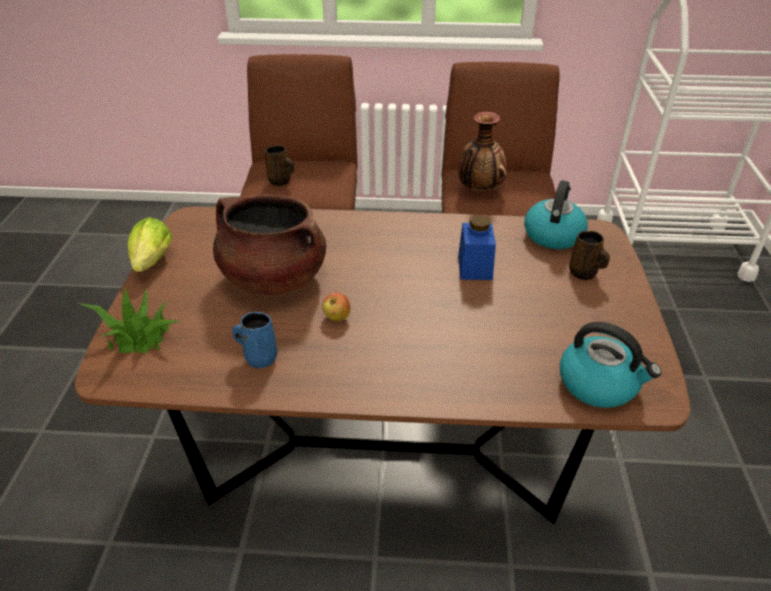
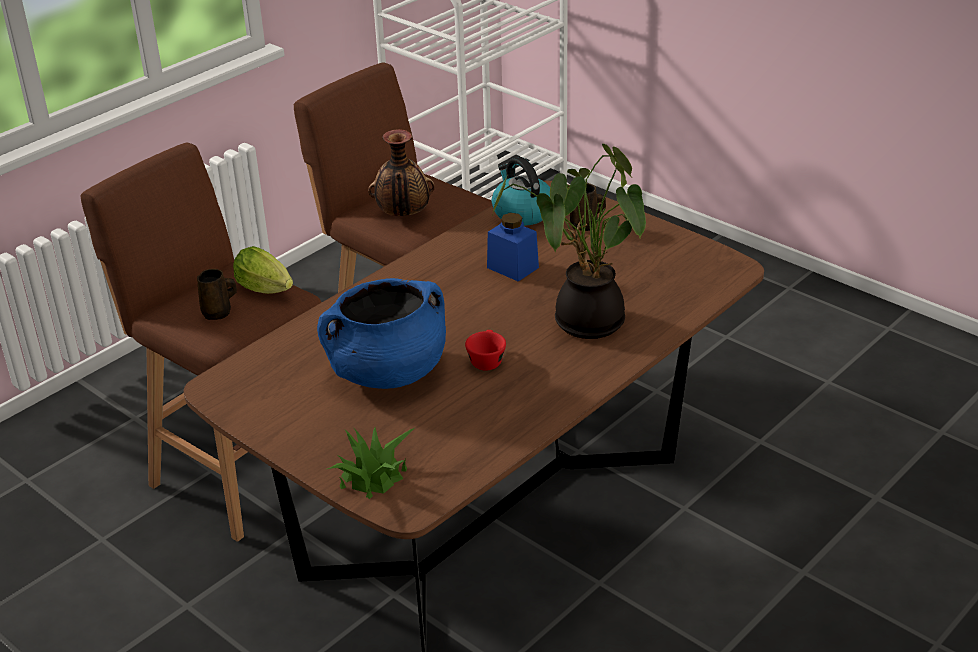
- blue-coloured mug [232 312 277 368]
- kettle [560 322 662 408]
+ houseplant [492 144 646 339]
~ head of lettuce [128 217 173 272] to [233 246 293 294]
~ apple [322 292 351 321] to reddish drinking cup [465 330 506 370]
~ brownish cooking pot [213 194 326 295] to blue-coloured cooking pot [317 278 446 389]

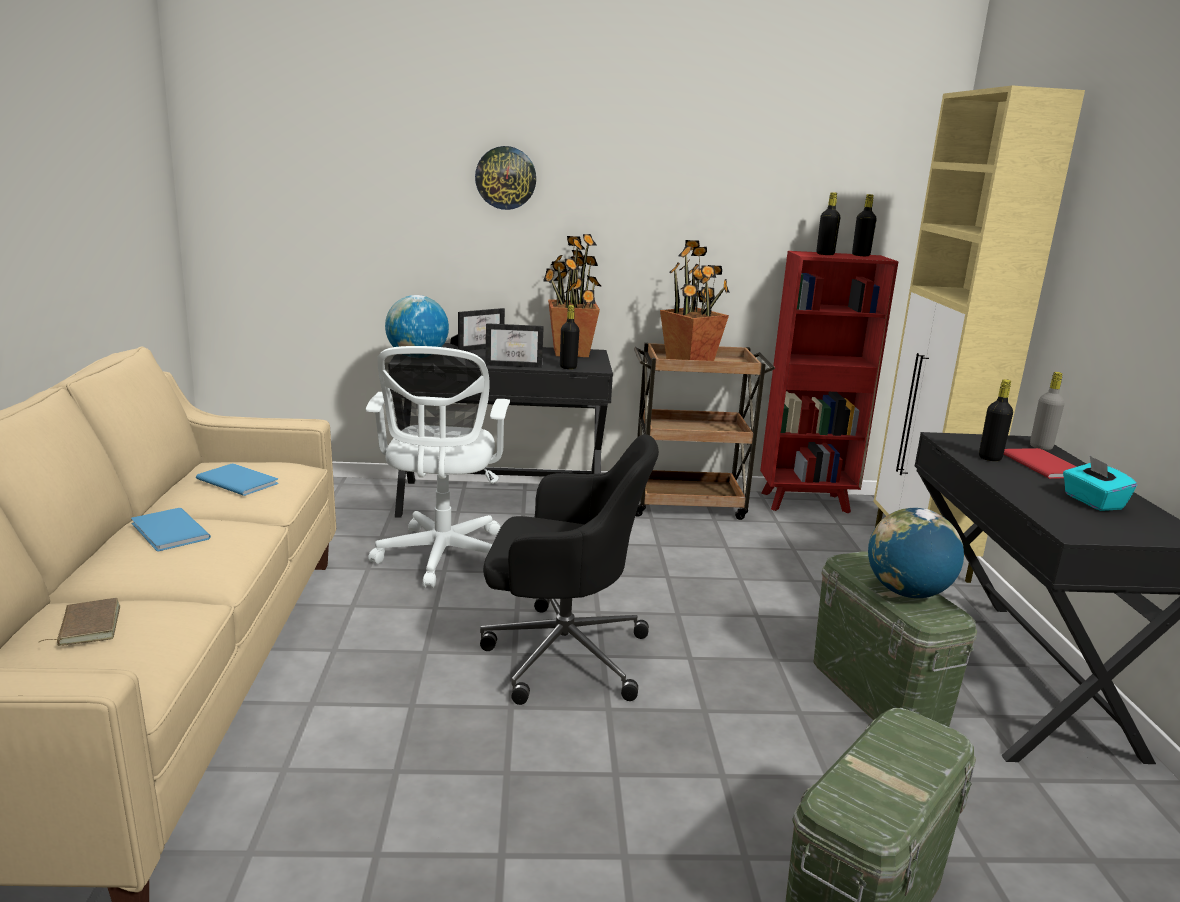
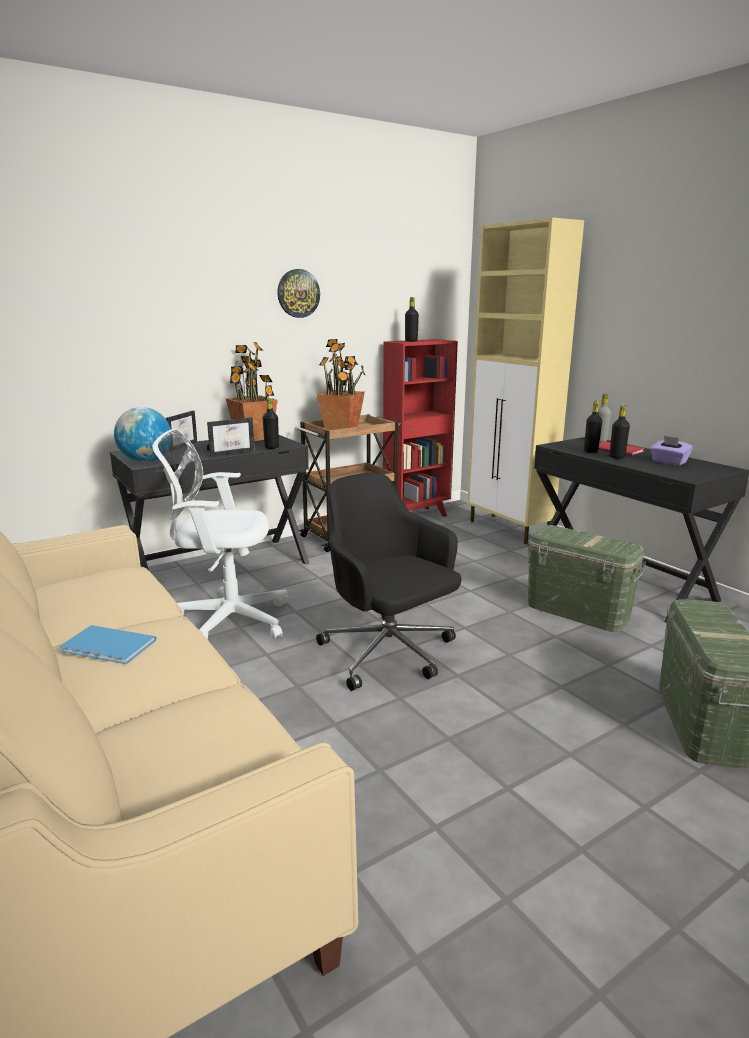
- brownish volume [38 598 120 646]
- blue-coloured volume [196 463 279 496]
- desk globe [868 508 964 598]
~ wall clock [475 146 536 210] to [277 269 320 318]
~ black-coloured beverage bottle [852 194 877 256] to [609 405 630 459]
~ turquoise-coloured tissue box [1063 456 1137 511] to purplish tissue box [650 435 693 466]
~ white-coloured computer chair [366 346 510 588] = [152 429 288 639] 120 degrees clockwise
~ black-coloured computer chair [480 434 659 705] = [316 472 461 691] 105 degrees counterclockwise

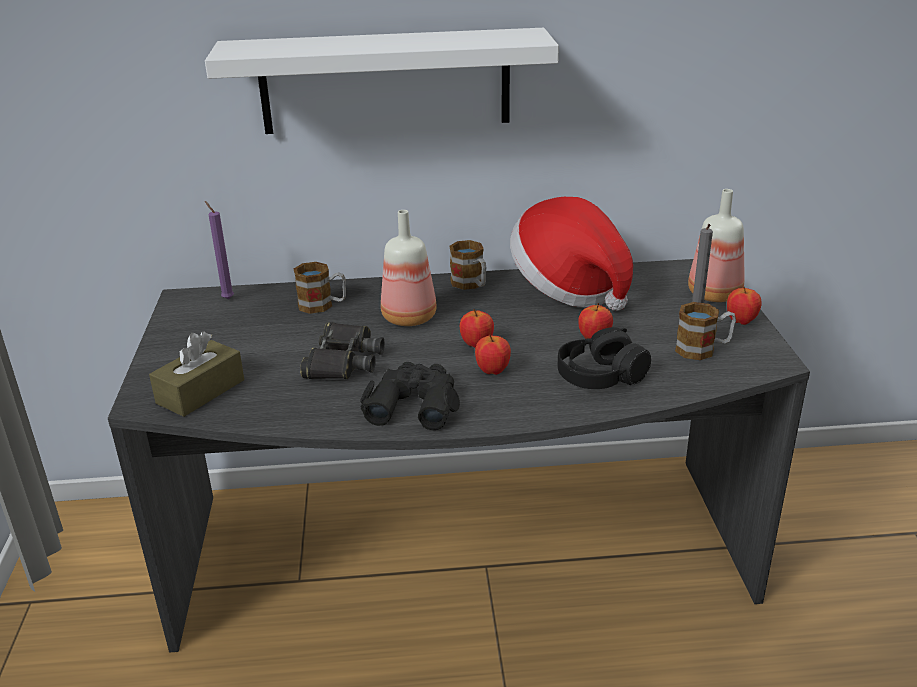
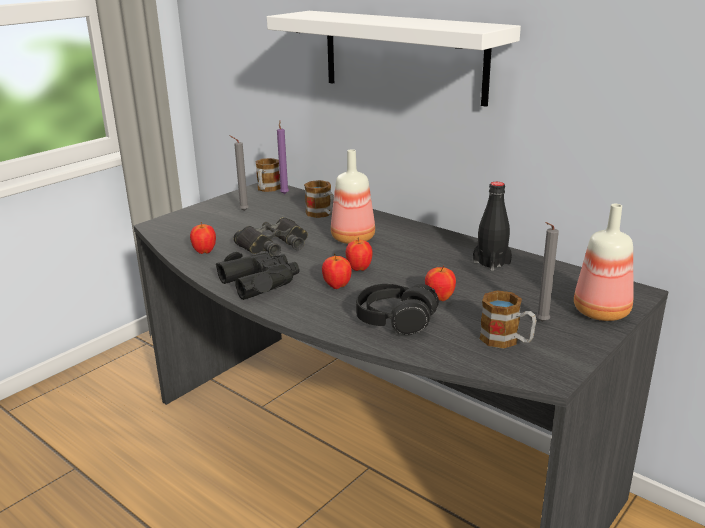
- brownish tissue box [149 331 244 417]
+ grey wax candle [229 135 249 211]
~ mug [450 240 486 290] to [256 158 281 192]
~ apple [727 286 762 325] to [190 222 216 254]
~ clothing hat [510 197 633 311] to black-coloured beverage bottle [473 182 512 271]

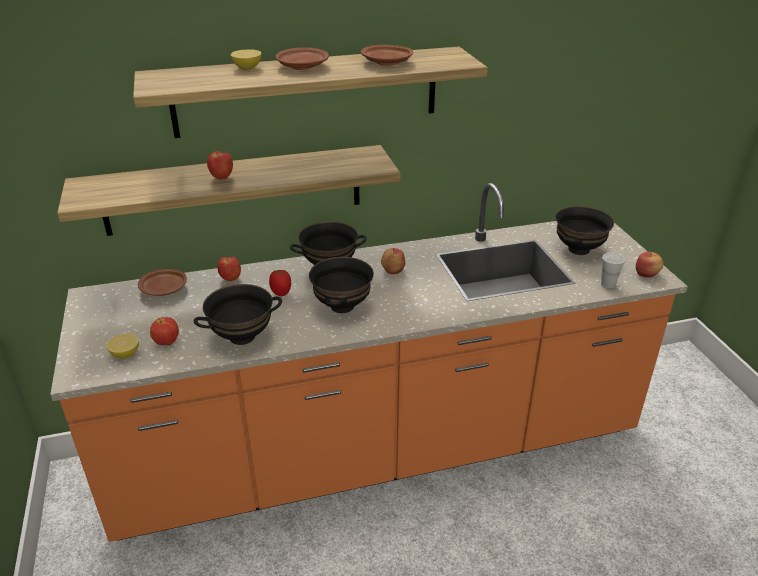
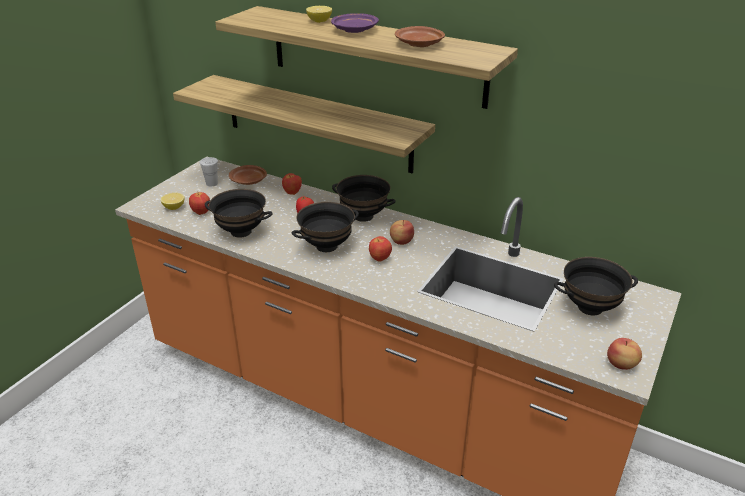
~ apple [207 151 233 180] to [369 236 392 262]
~ white-coloured drinking cup [601 253 626 288] to [199 157 218 187]
~ brownish flat dish [275 47 329 70] to purplish flat dish [331 13 379 33]

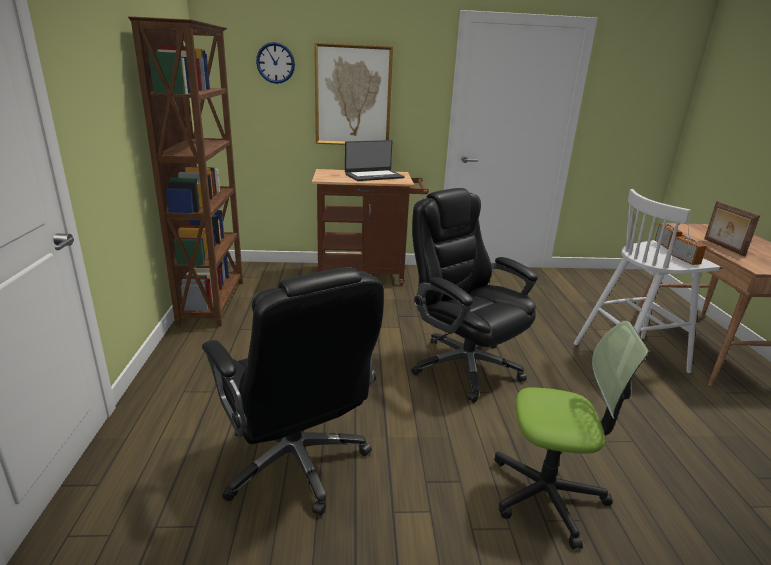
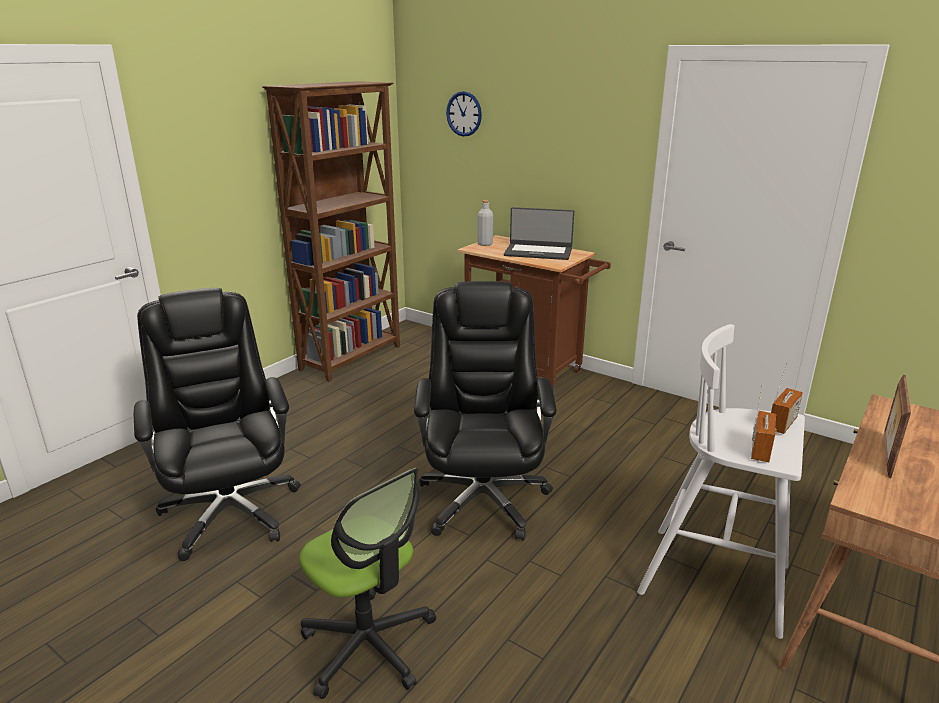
- picture [314 43 393 145]
+ grey beverage bottle [477 200 493 246]
~ black-coloured computer chair [202 267 384 516] = [134 288 301 561] 150 degrees clockwise

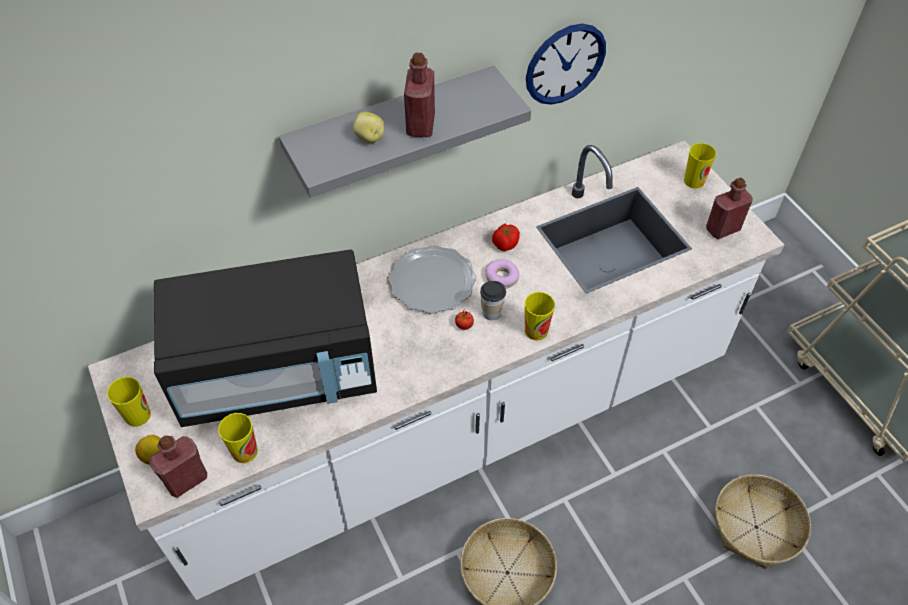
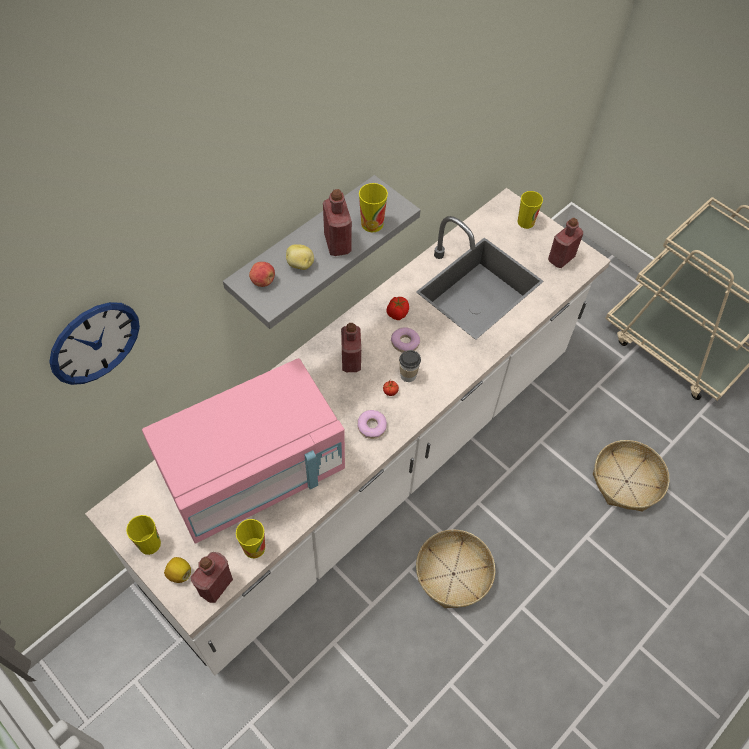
+ apple [249 262 275 287]
+ donut [357 410 387 439]
~ drinking cup [525 292 555 341] to [359 183 388 232]
~ wall clock [526 24 606 105] to [49 302 140 385]
~ flat dish [389 245 476 314] to reddish beverage bottle [341 323 361 372]
~ black-coloured microwave [154 250 377 427] to pink microwave [142 358 345 544]

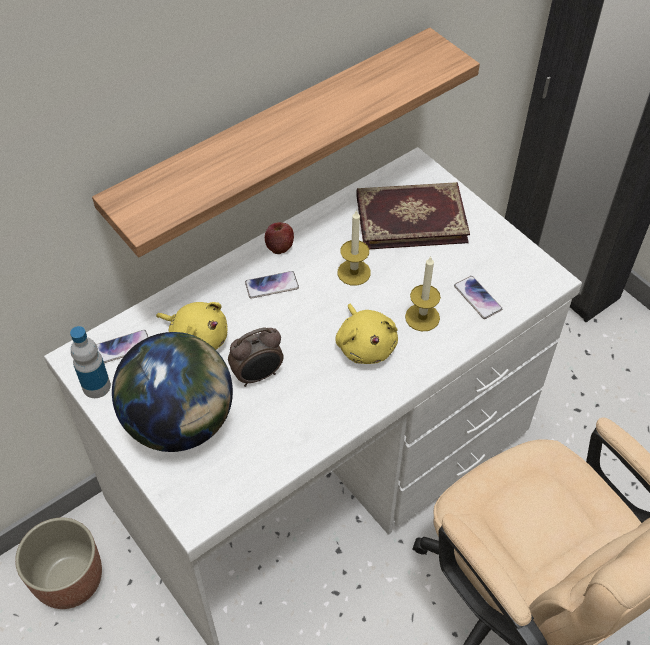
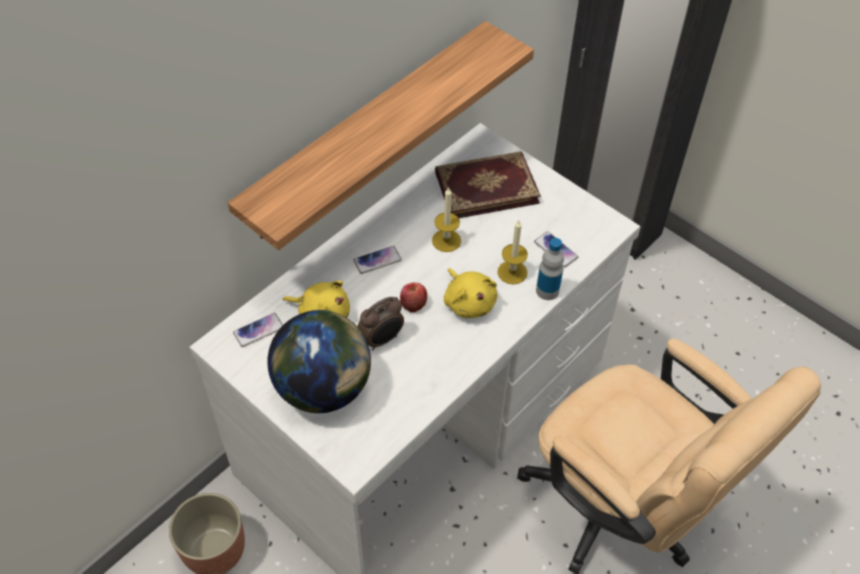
~ beverage bottle [70 326 111 398] to [536 238 564 300]
~ apple [265 222 294 254] to [400 282 427 312]

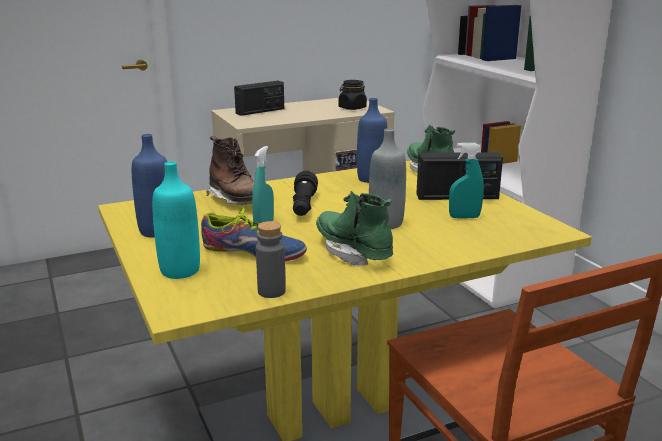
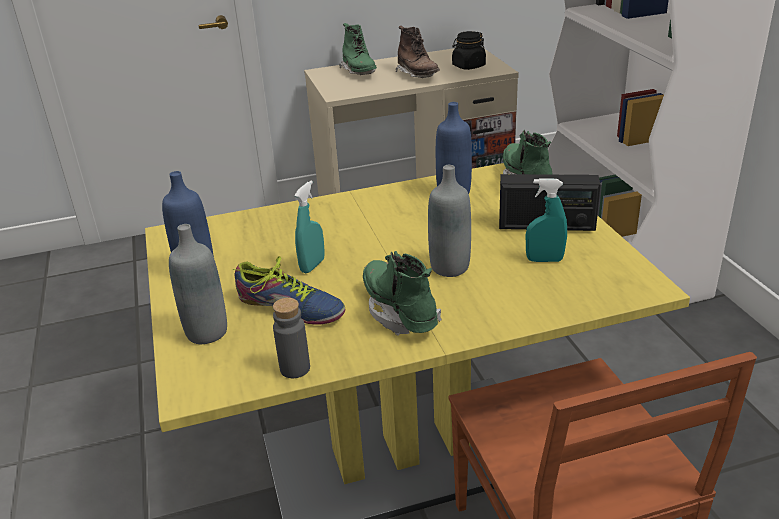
- black-coloured torch [293 171 318 216]
~ brownish high-top boot [206 136 254 205] to [396 26 440 78]
~ radio [234 81 284 116] to green high-top boot [339 23 377 75]
~ turquoise-coloured beverage bottle [152 161 200 279] to grey beverage bottle [169 224 227 344]

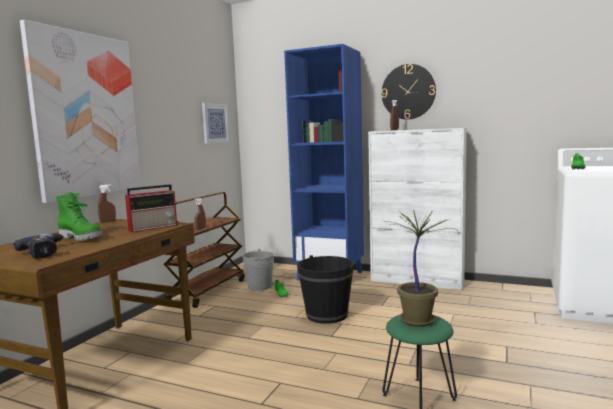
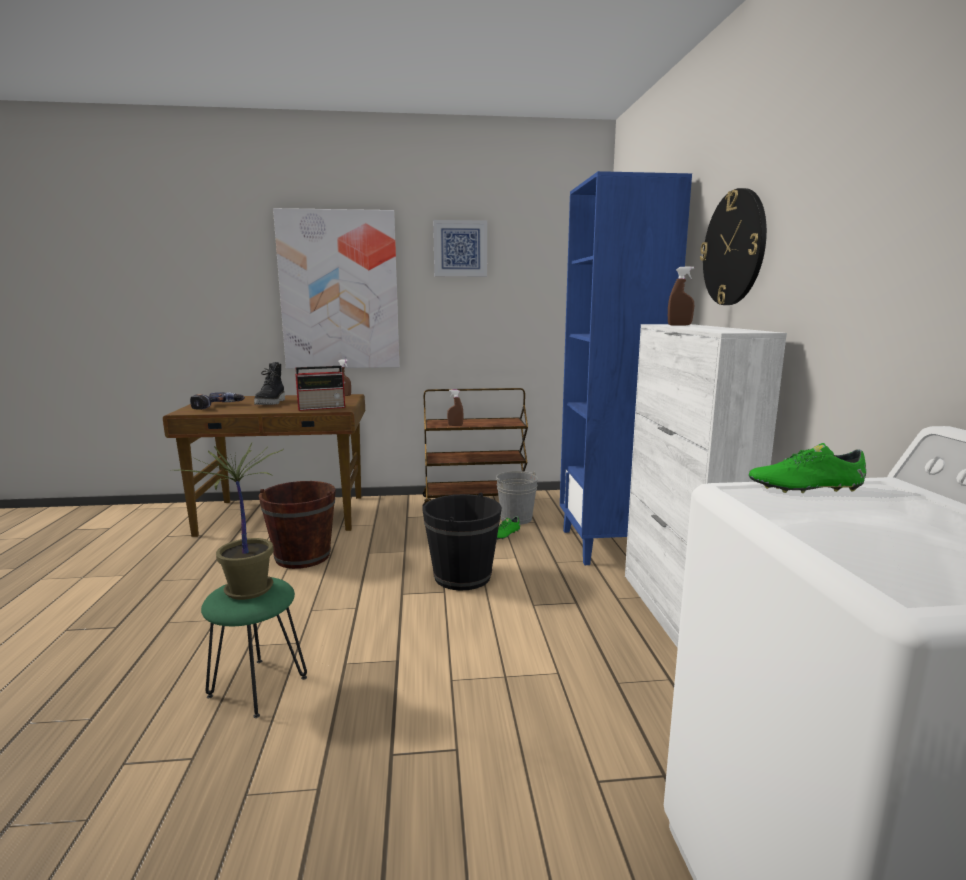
+ brownish water bucket [259 481 336 569]
~ picture [202 103 229 144] to [433 220 487 276]
~ green high-top boot [56 193 103 241] to black-coloured high-top boot [254 362 285 405]
~ radio [125 184 177 232] = [295 366 346 411] 45 degrees counterclockwise

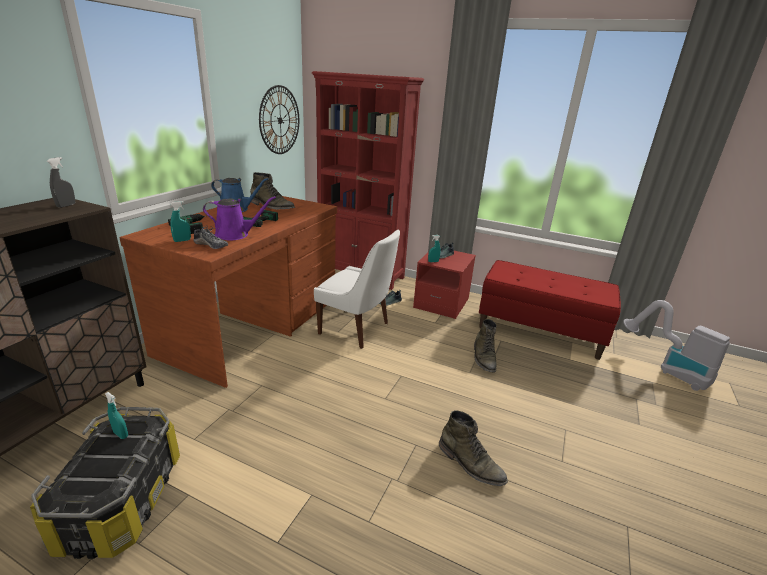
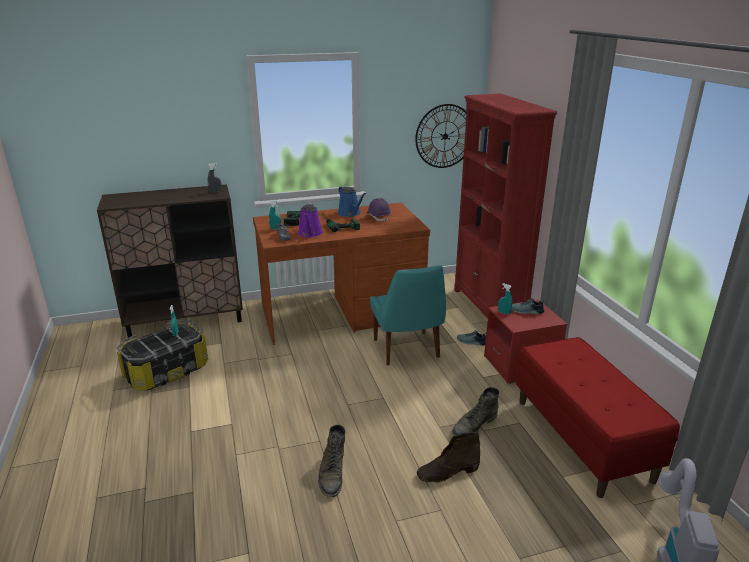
+ brownish high-top boot [417 432 480 483]
~ green high-top boot [250 172 295 209] to purplish work helmet [367 198 391 222]
~ white-coloured chair [314 230 400 349] to turquoise-coloured chair [370 265 446 365]
~ purplish sprinkling can [203 196 276 240] = [298 203 323 237] 45 degrees clockwise

